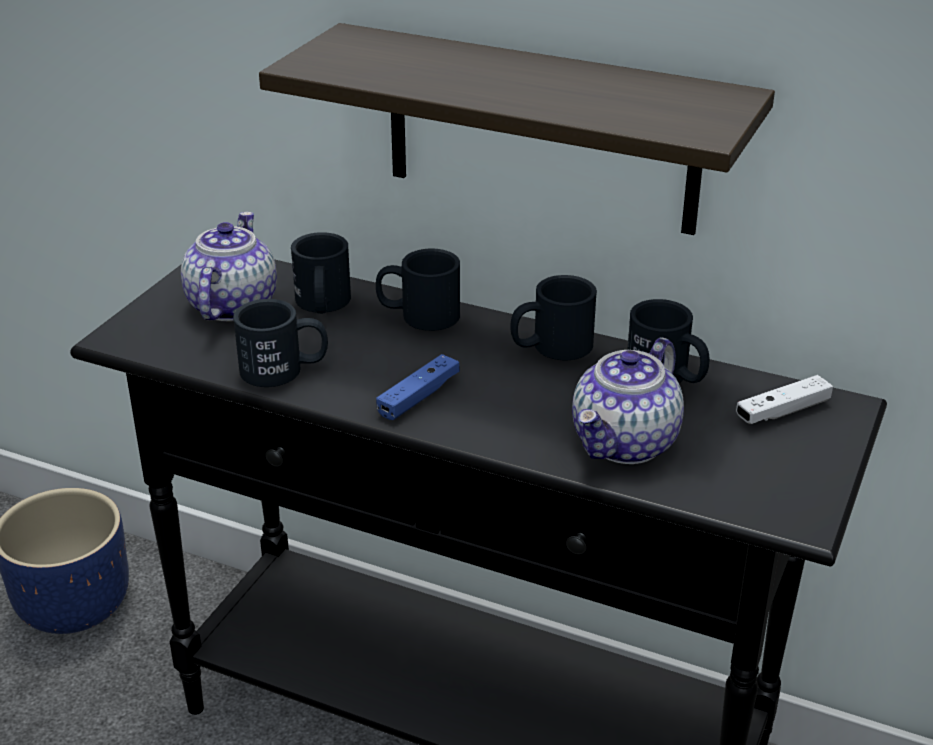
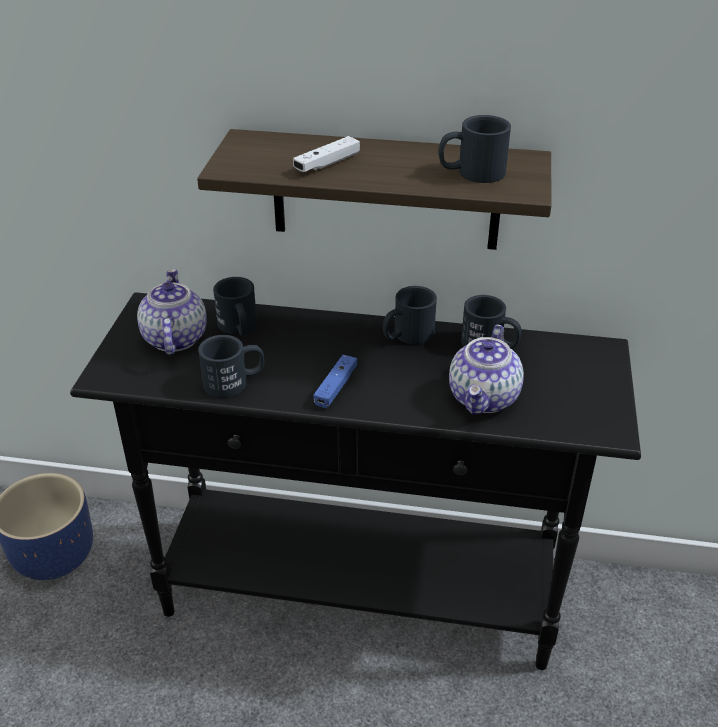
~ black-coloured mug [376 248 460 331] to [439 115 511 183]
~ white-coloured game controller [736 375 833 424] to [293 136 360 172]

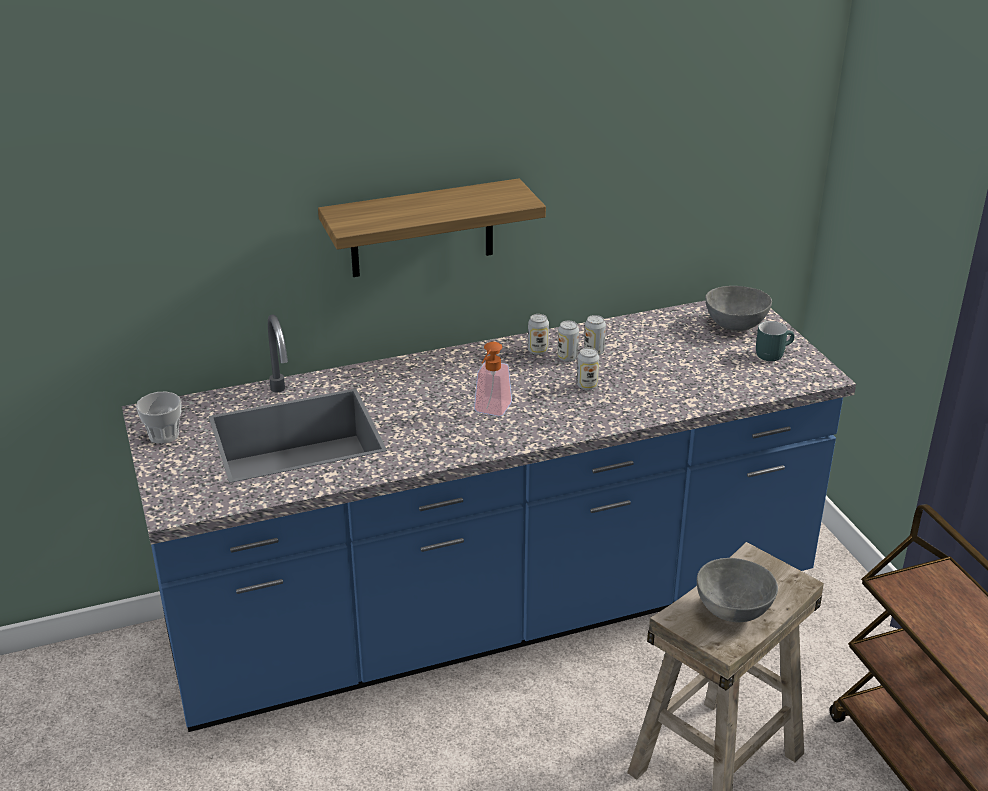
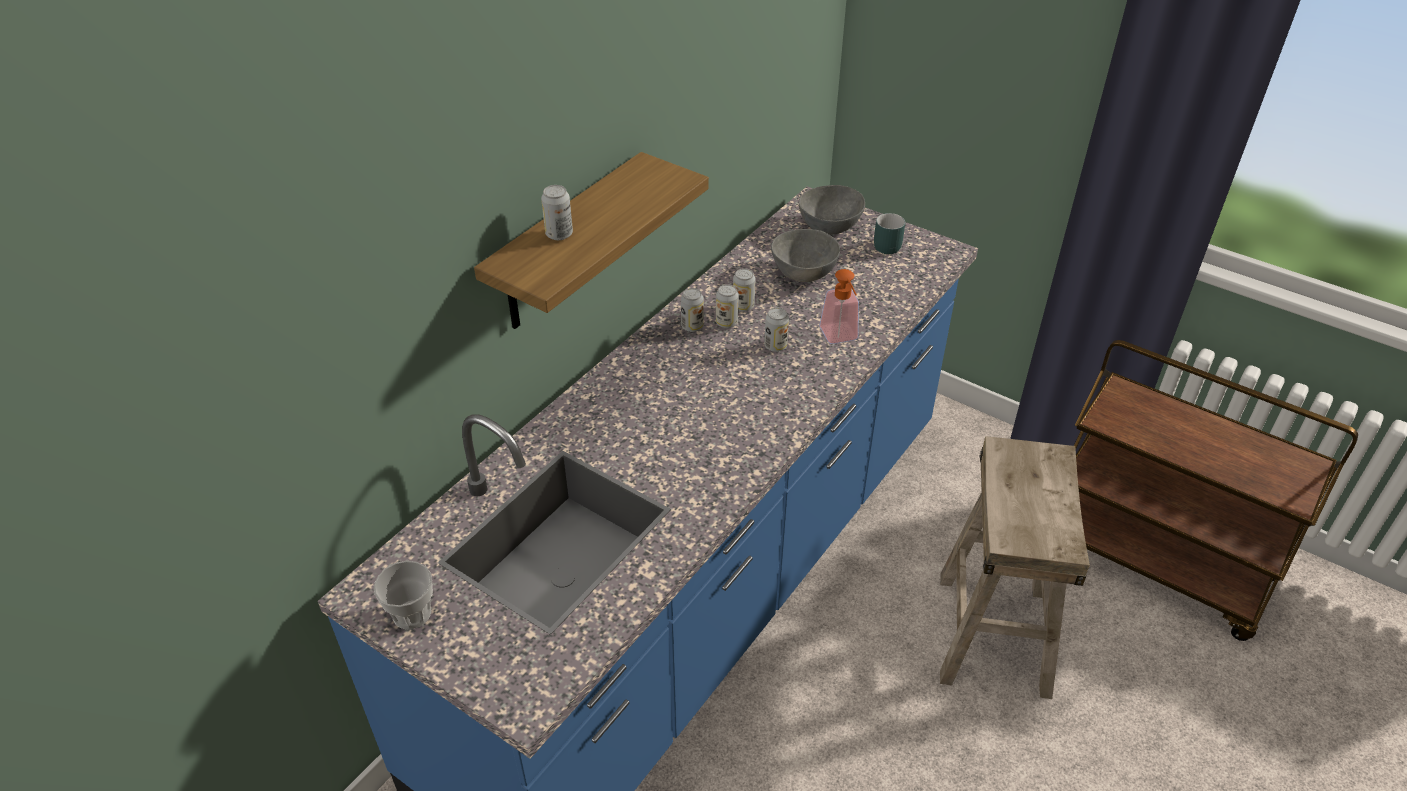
+ can [541 185 573 240]
~ soap dispenser [474 342 512 416] to [819 269 859 344]
~ grey bowl [697 558 778 623] to [771 229 840 282]

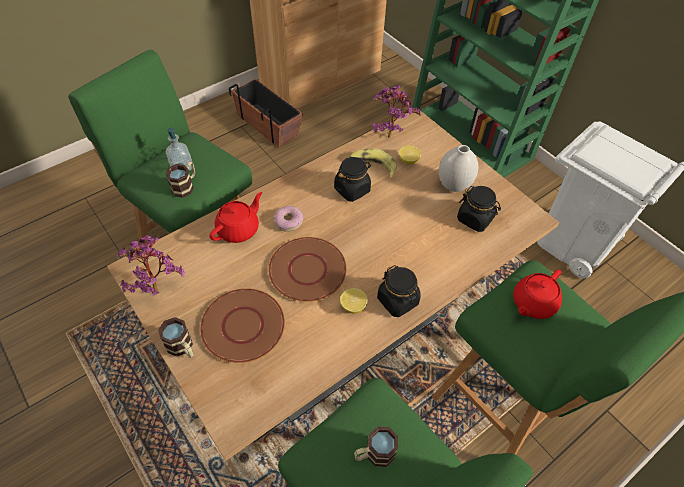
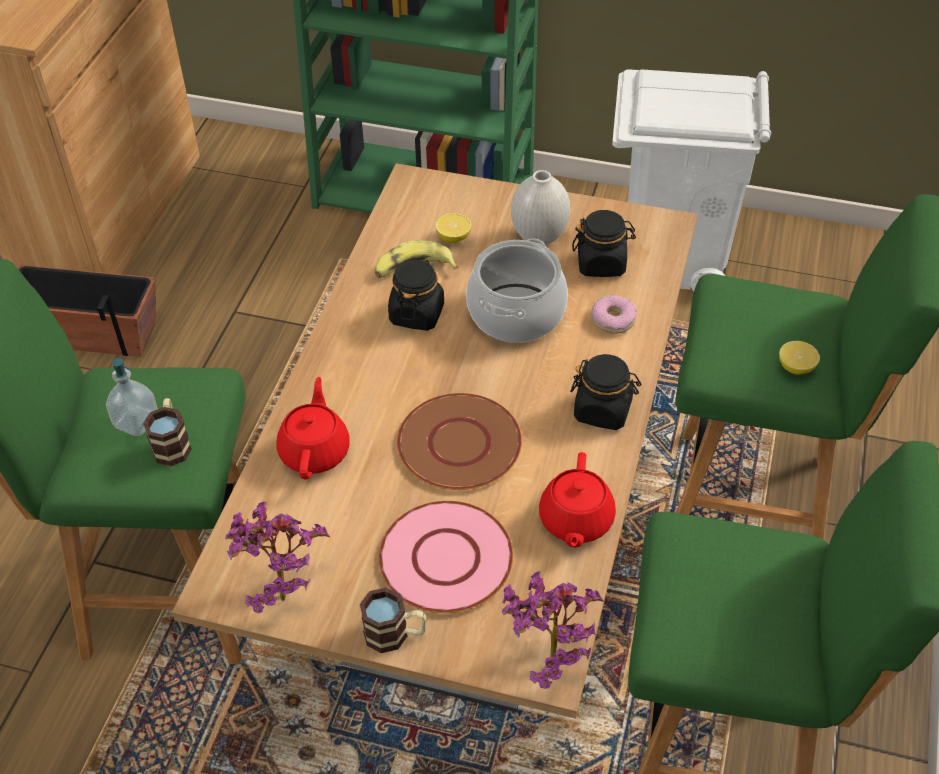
- mug [354 427 398 467]
+ cooking pot [466 238 568 343]
~ donut [274 206 303 232] to [592 295 637 334]
~ citrus fruit [340 288 368 313] to [779 341 820 375]
~ houseplant [372 85 421 138] to [502 571 605 689]
~ reddish pot for tea [513 270 562 319] to [539 452 616 548]
~ brownish flat dish [200 288 285 363] to pink flat dish [379 501 513 613]

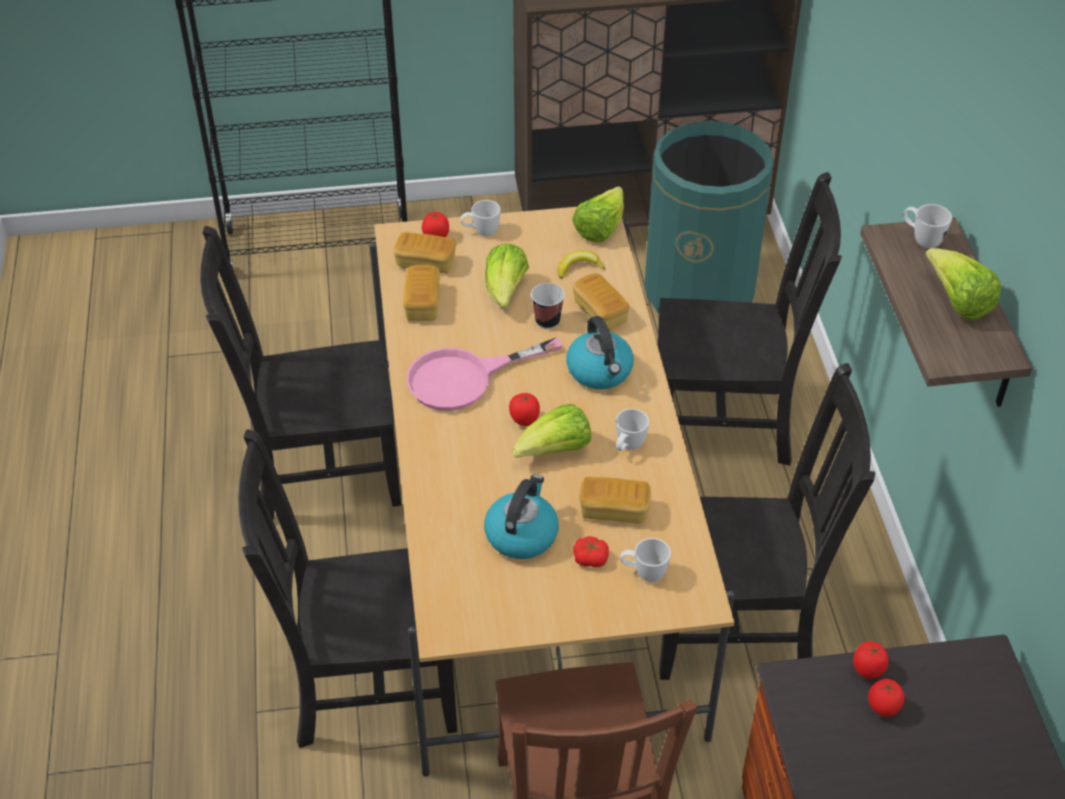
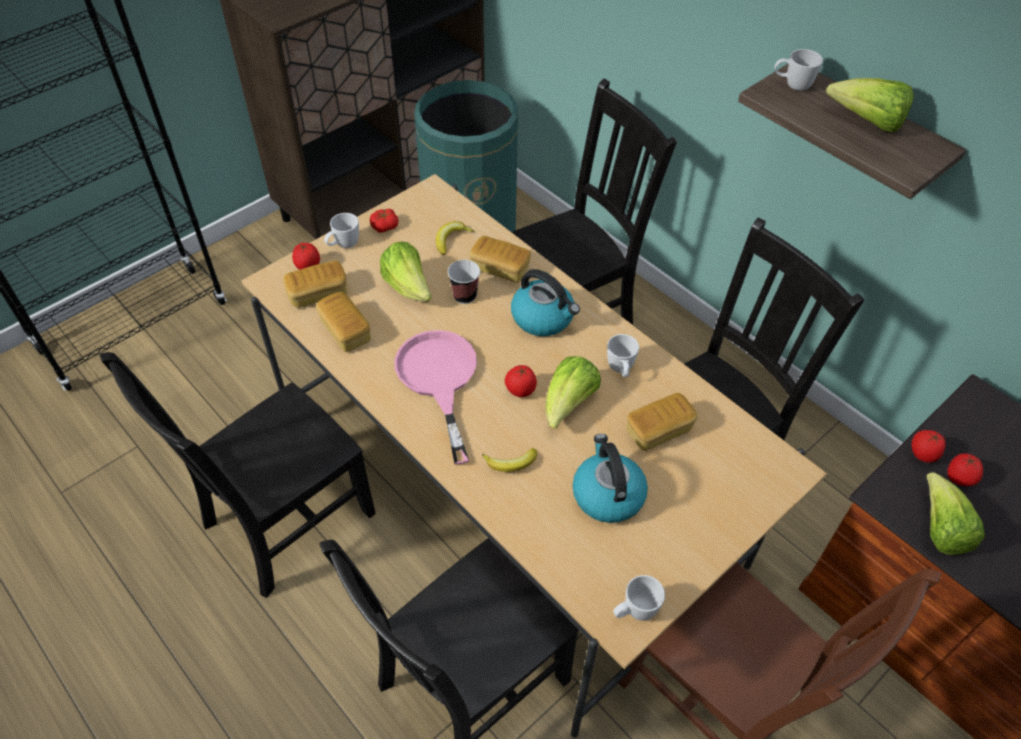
+ banana fruit [482 448 537 472]
~ head of lettuce [572 186 624 242] to [926 472 985 555]
~ fresh tomato [573 536 609 567] to [370 209 398 233]
~ white-coloured mug [620 538 671 582] to [613 575 665 621]
~ pink pan [406 337 562 411] = [395 330 477 464] 135 degrees clockwise

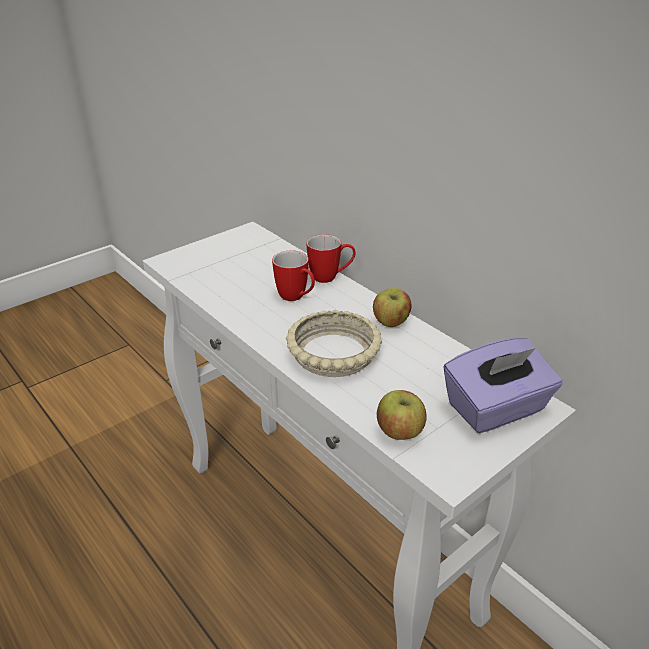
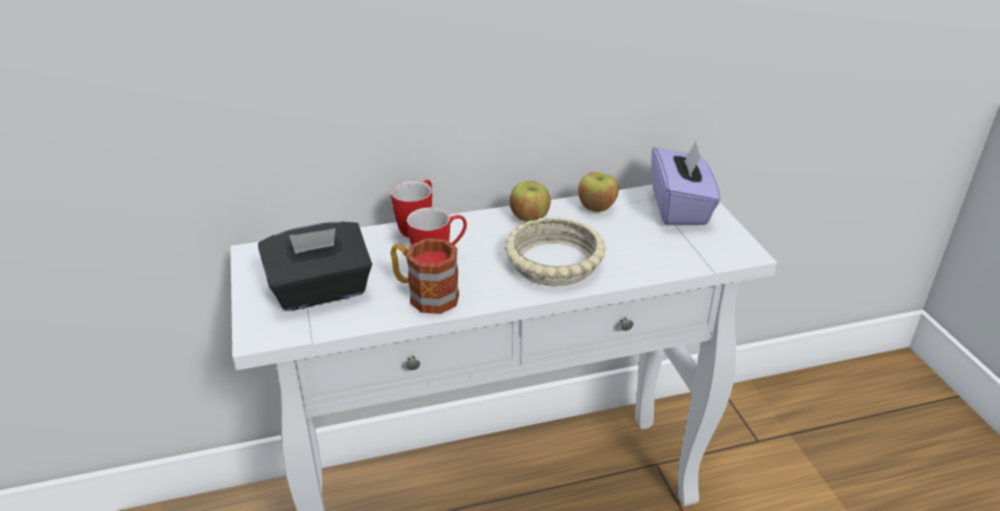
+ black-coloured tissue box [258 221 372 311]
+ mug [391 238 459 314]
~ apple [377 390 427 440] to [578 172 619 212]

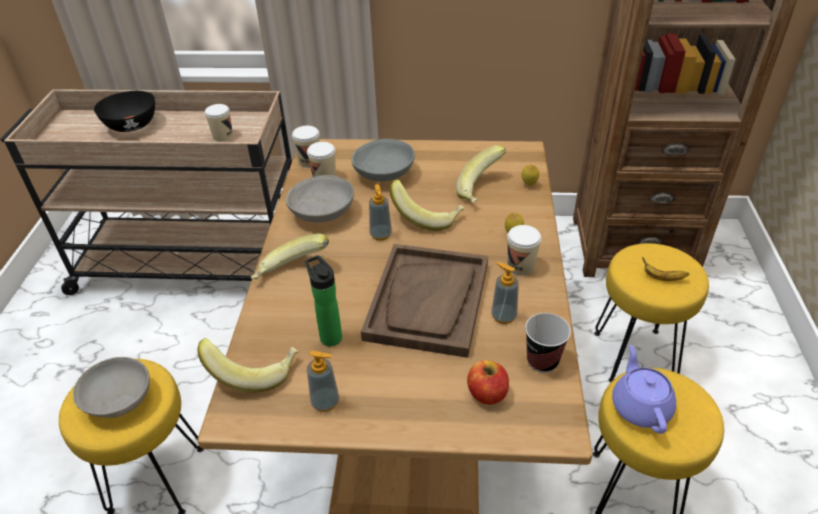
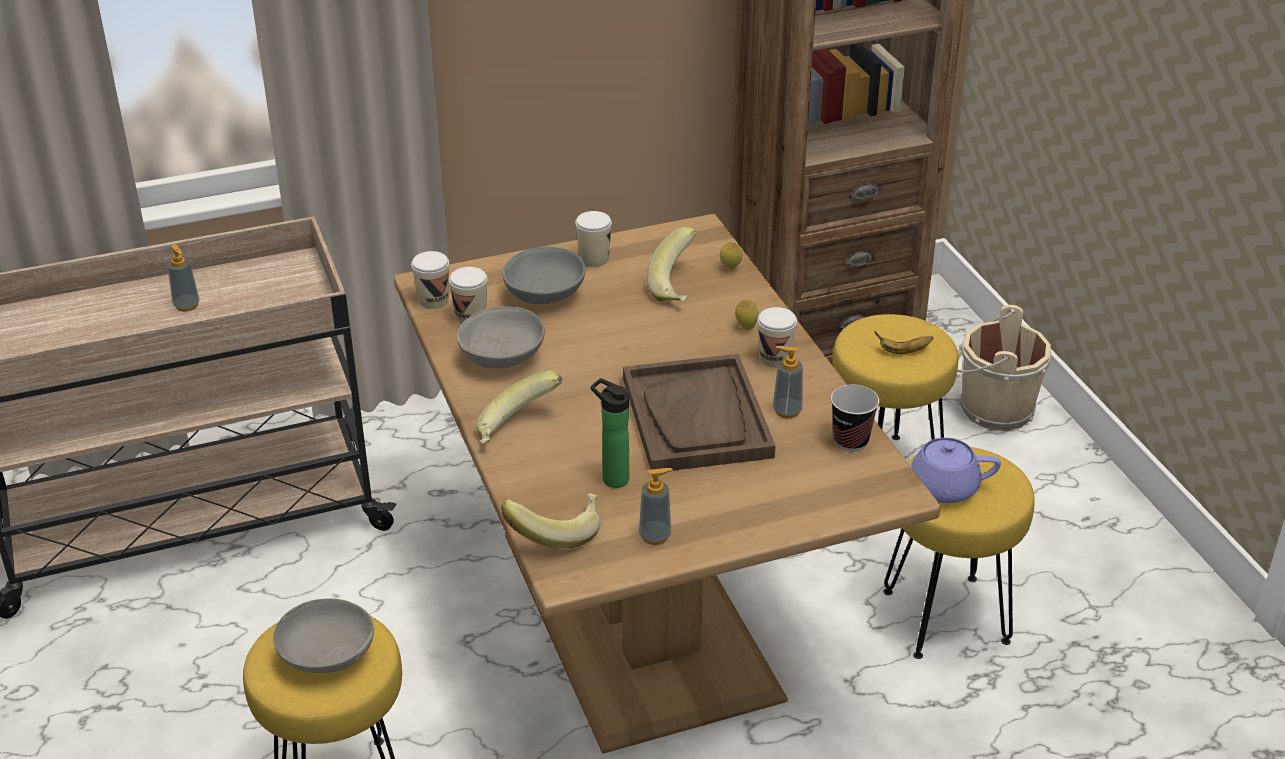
- black-coloured bowl [94 91 155 132]
- banana fruit [390 180 465 231]
- apple [467 360 509 405]
+ beige-coloured water bucket [957 305 1051 431]
~ drinking cup [205 104 233 142] to [575 211 612 267]
~ soap dispenser [369 184 392 241] to [167 244 200 312]
~ purplish pot for tea [612 345 676 434] = [910 438 1001 503] 60 degrees counterclockwise

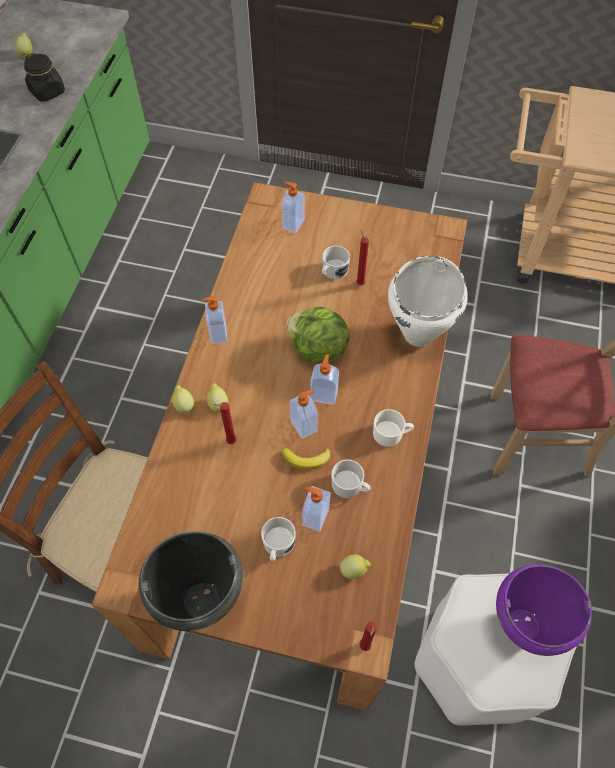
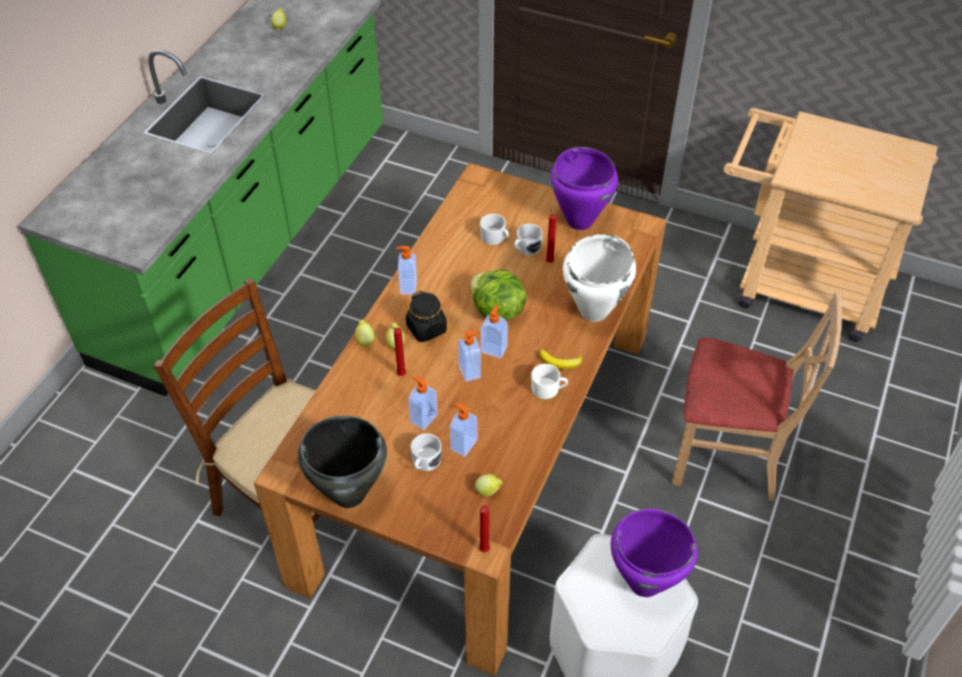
+ purplish cooking pot [550 147 618 230]
~ black-coloured jar [24 53 65 102] to [406 291 447 342]
~ soap dispenser [281 182 305 234] to [408 377 438 430]
~ banana fruit [282 447 330 470] to [539 349 582 370]
~ white-coloured mug [331 460 370 498] to [480 214 509 245]

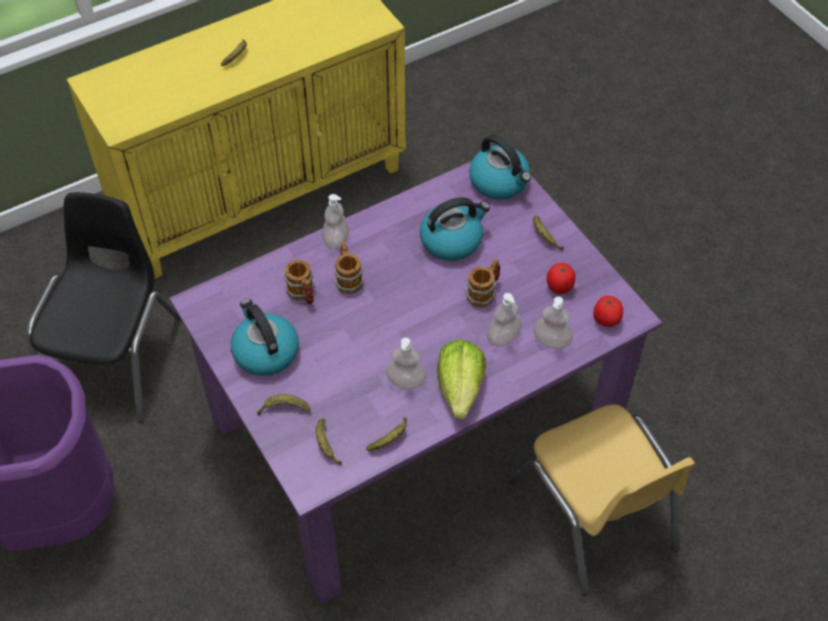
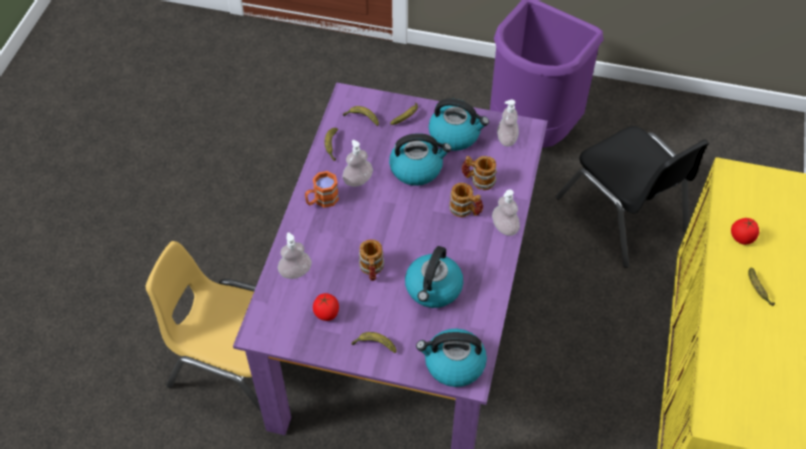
+ kettle [389 133 451 186]
~ soap dispenser [487 293 522 347] to [497 100 519 147]
~ fresh tomato [593 296 623 327] to [731 218 759 245]
~ head of lettuce [437 340 486 419] to orangey mug [305 171 339 208]

